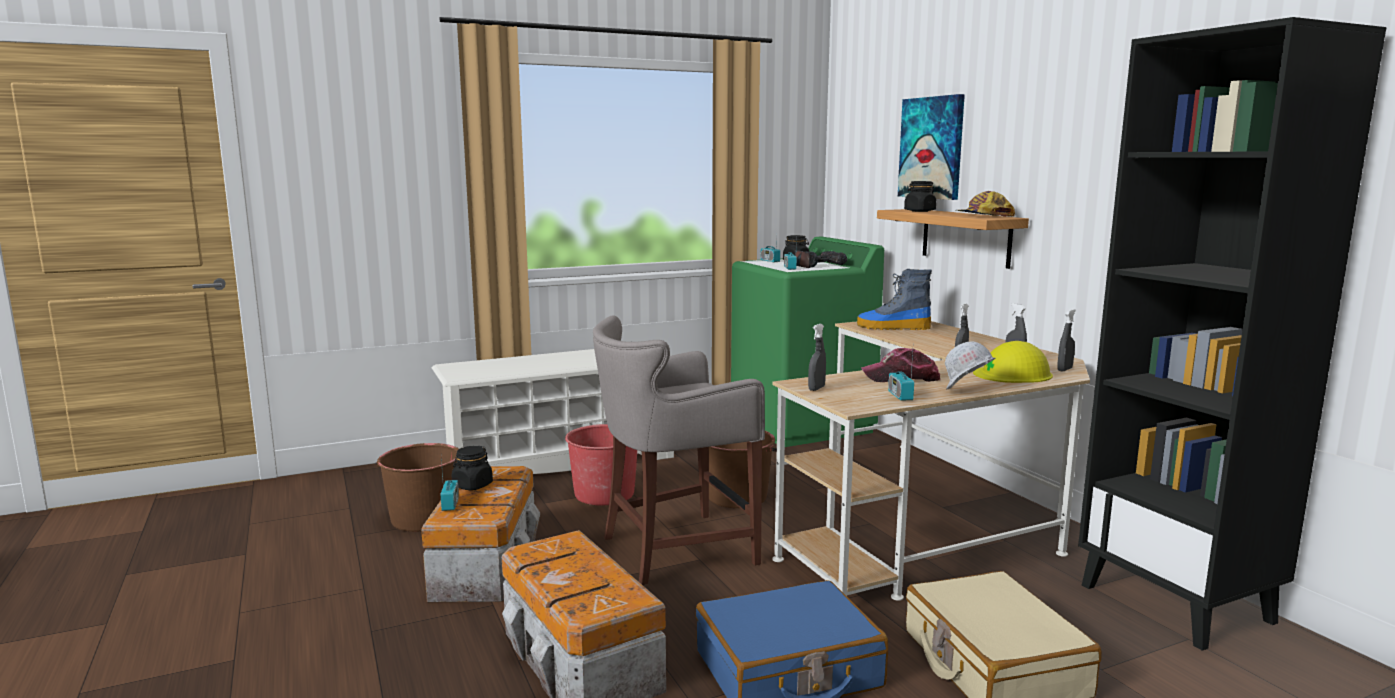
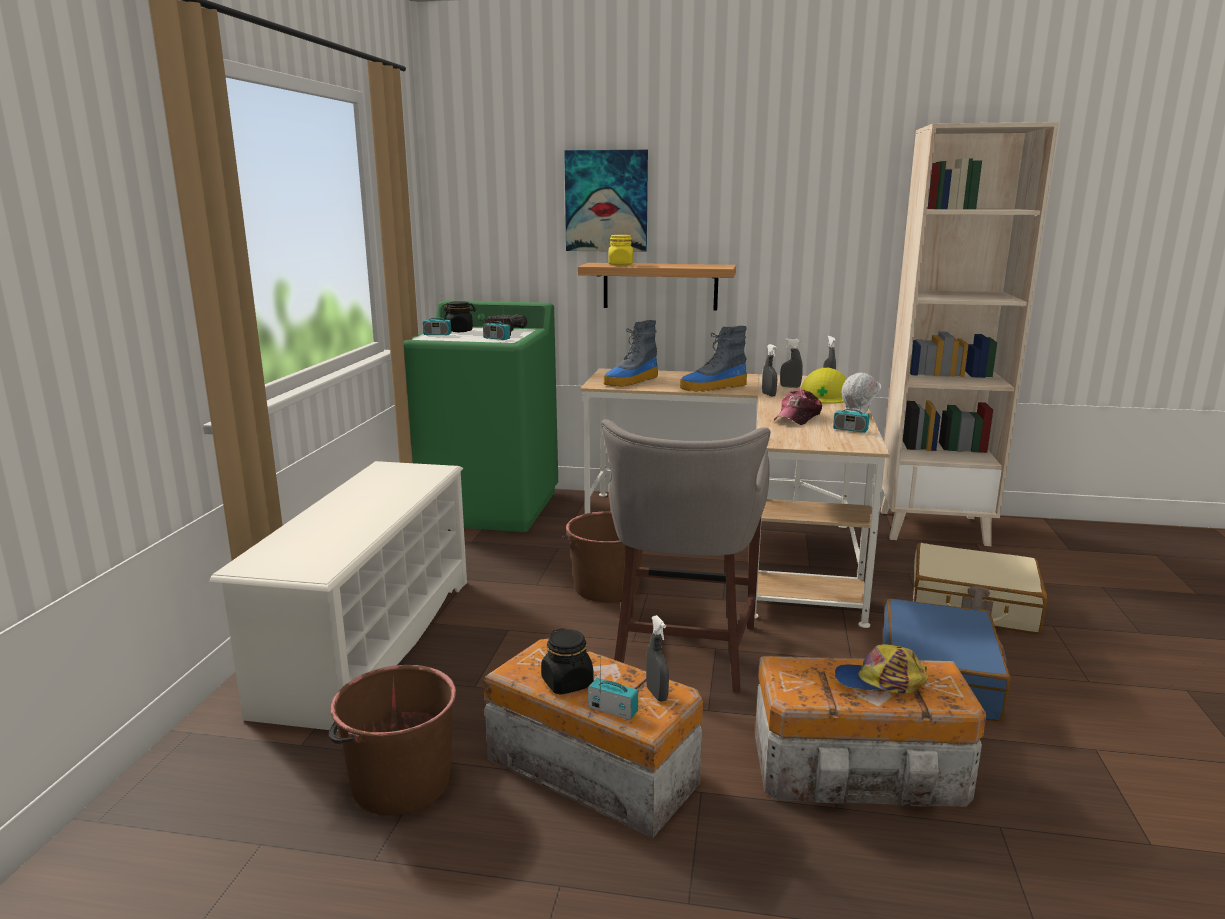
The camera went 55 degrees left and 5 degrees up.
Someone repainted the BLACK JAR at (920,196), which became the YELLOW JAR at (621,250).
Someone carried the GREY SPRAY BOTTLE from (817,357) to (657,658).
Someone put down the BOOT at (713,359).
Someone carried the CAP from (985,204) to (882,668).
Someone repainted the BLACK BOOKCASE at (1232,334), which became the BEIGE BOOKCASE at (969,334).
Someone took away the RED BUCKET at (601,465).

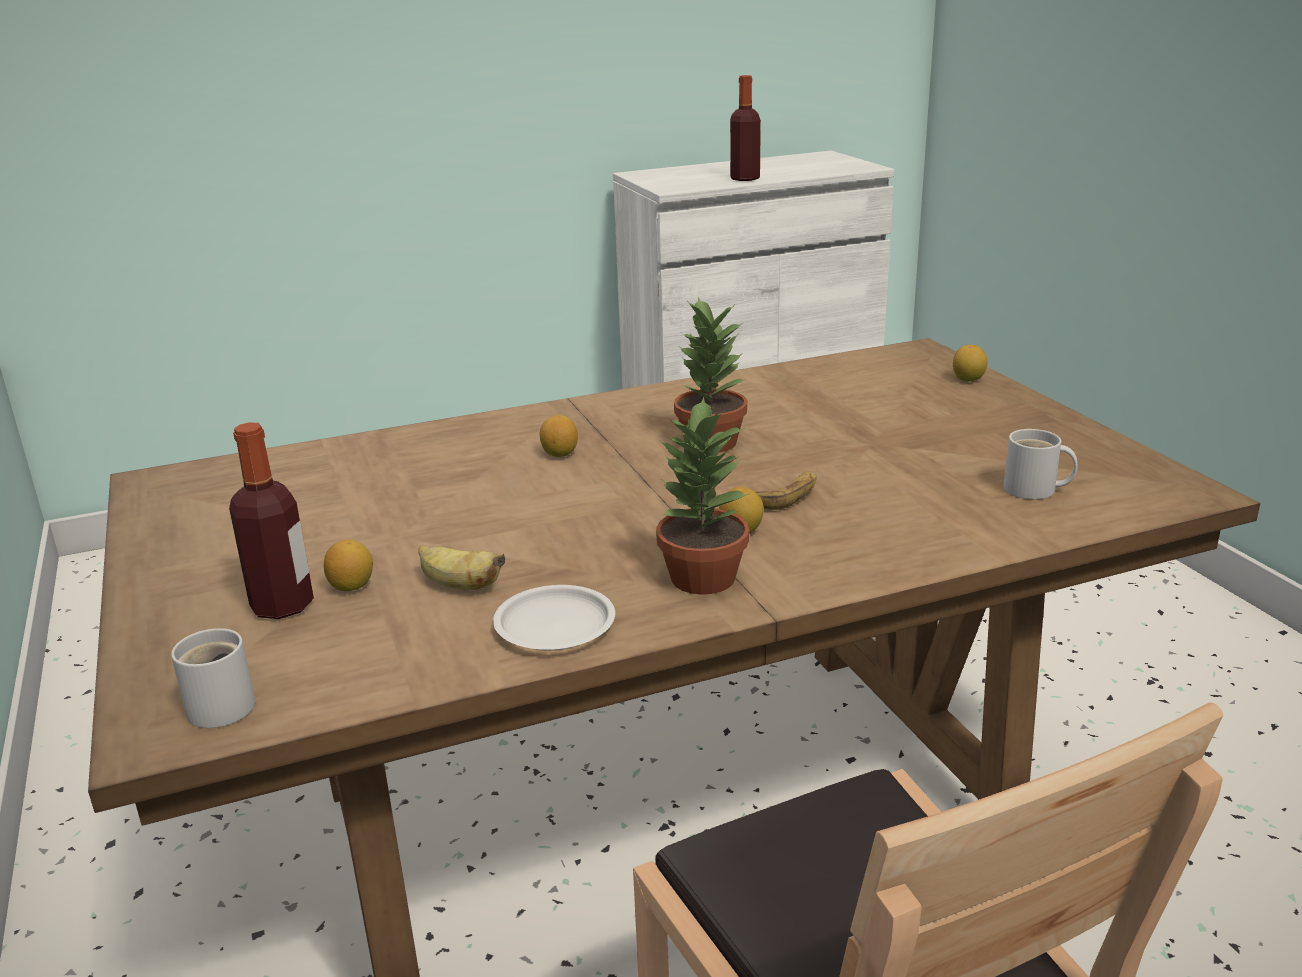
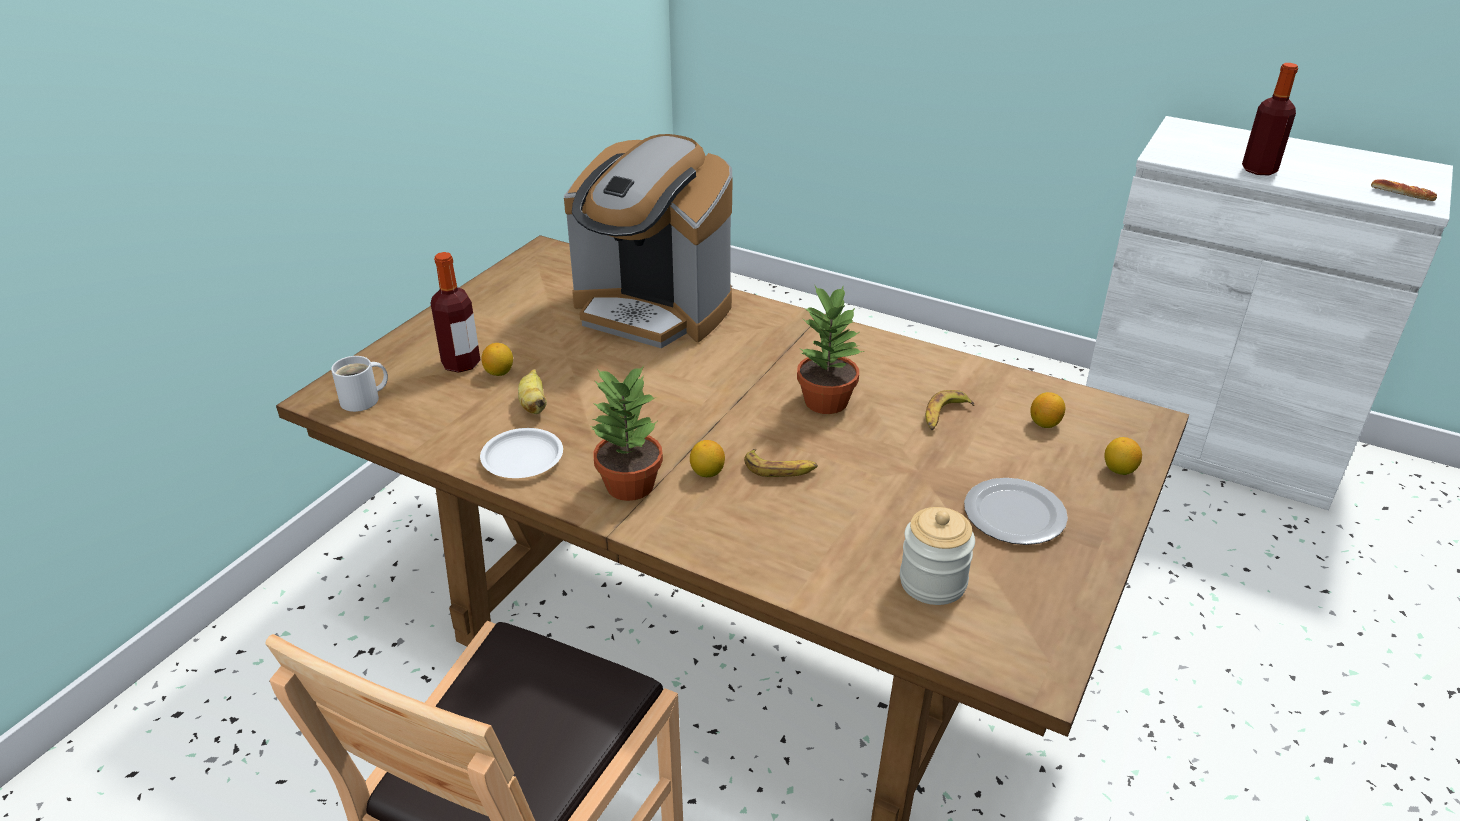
The camera went 50 degrees right and 10 degrees up.
Someone put down the COFFEE MACHINE at (648,241).
Someone swapped the WHITE MUG at (1040,464) for the JAR at (937,556).
Someone put down the BANANA at (950,410).
Someone put down the PLATE at (1016,511).
Someone carried the LEMON from (559,436) to (1047,410).
Someone put down the BREAD at (1404,190).

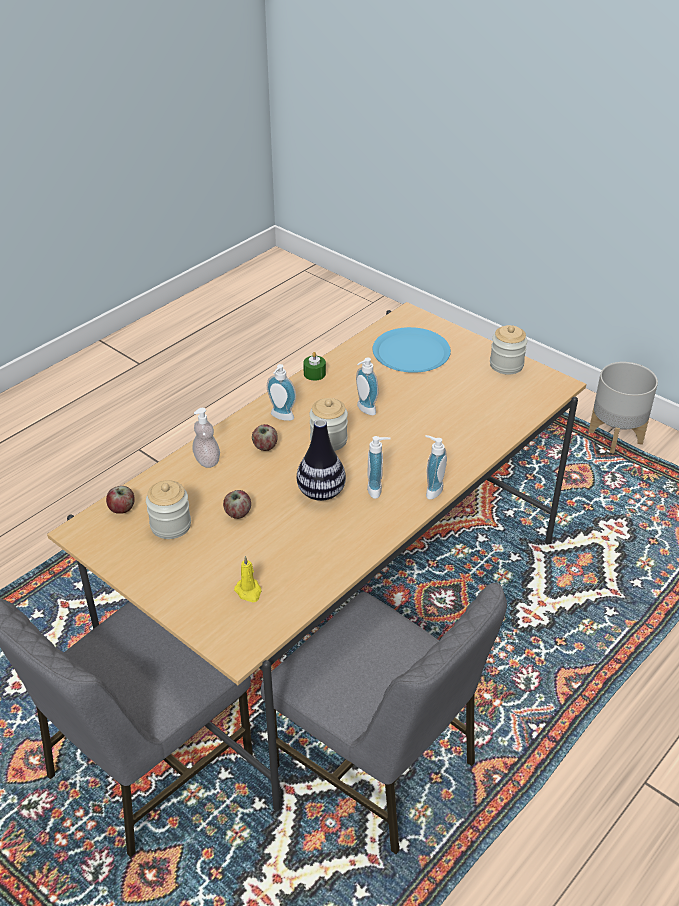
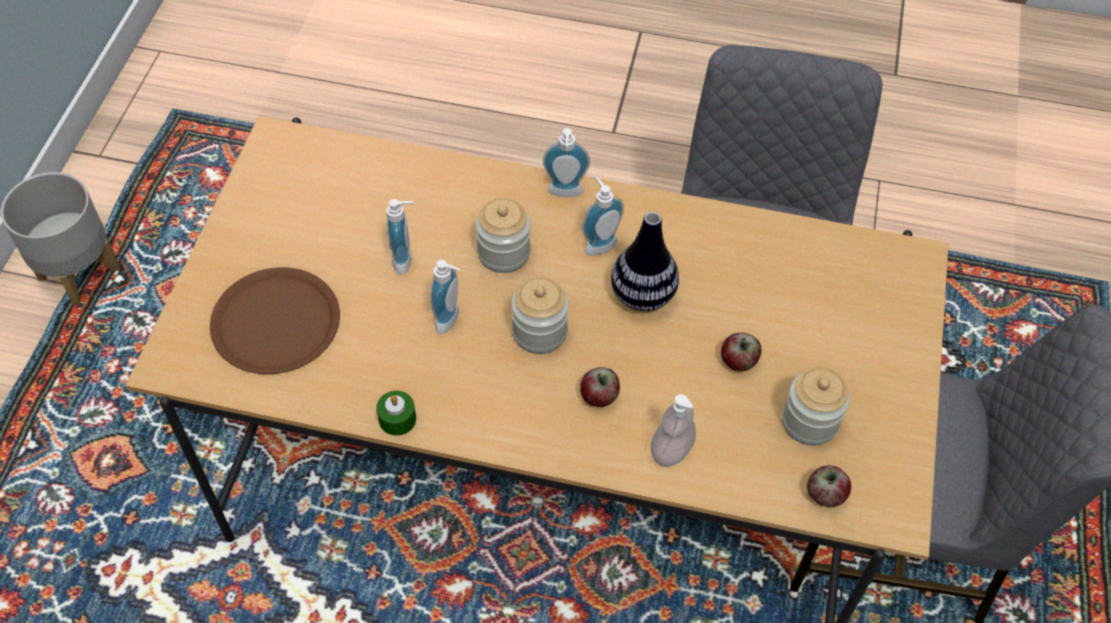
The camera went 120 degrees left and 15 degrees up.
Someone repainted the BLUE PLATE at (412,350), which became the BROWN PLATE at (275,320).
Someone carried the SOAP DISPENSER from (281,392) to (400,237).
Someone carried the JAR from (508,349) to (503,235).
Someone took away the YELLOW CANDLE at (248,579).

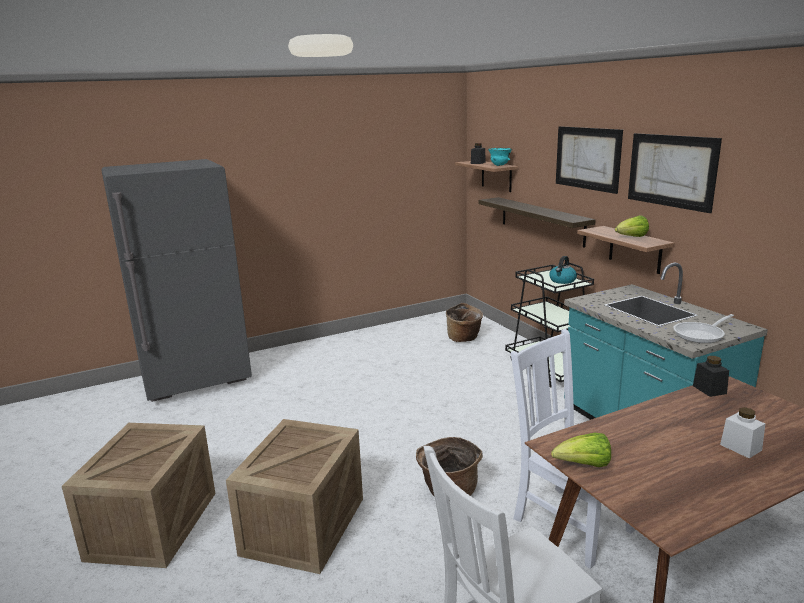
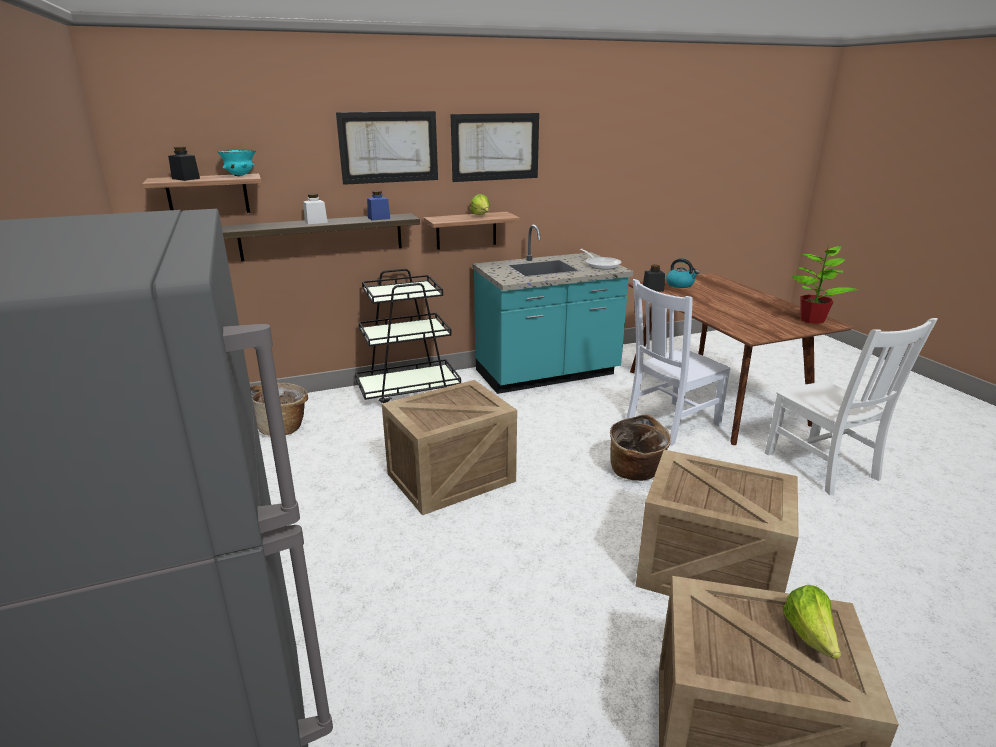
The camera went 85 degrees left and 5 degrees up.
Someone carried the WHITE JAR from (742,432) to (315,208).
Someone put down the BLUE JAR at (378,206).
Someone put down the CRATE at (449,447).
Someone carried the KETTLE from (563,270) to (682,273).
Someone carried the LETTUCE from (581,450) to (812,622).
Someone put down the POTTED PLANT at (825,284).

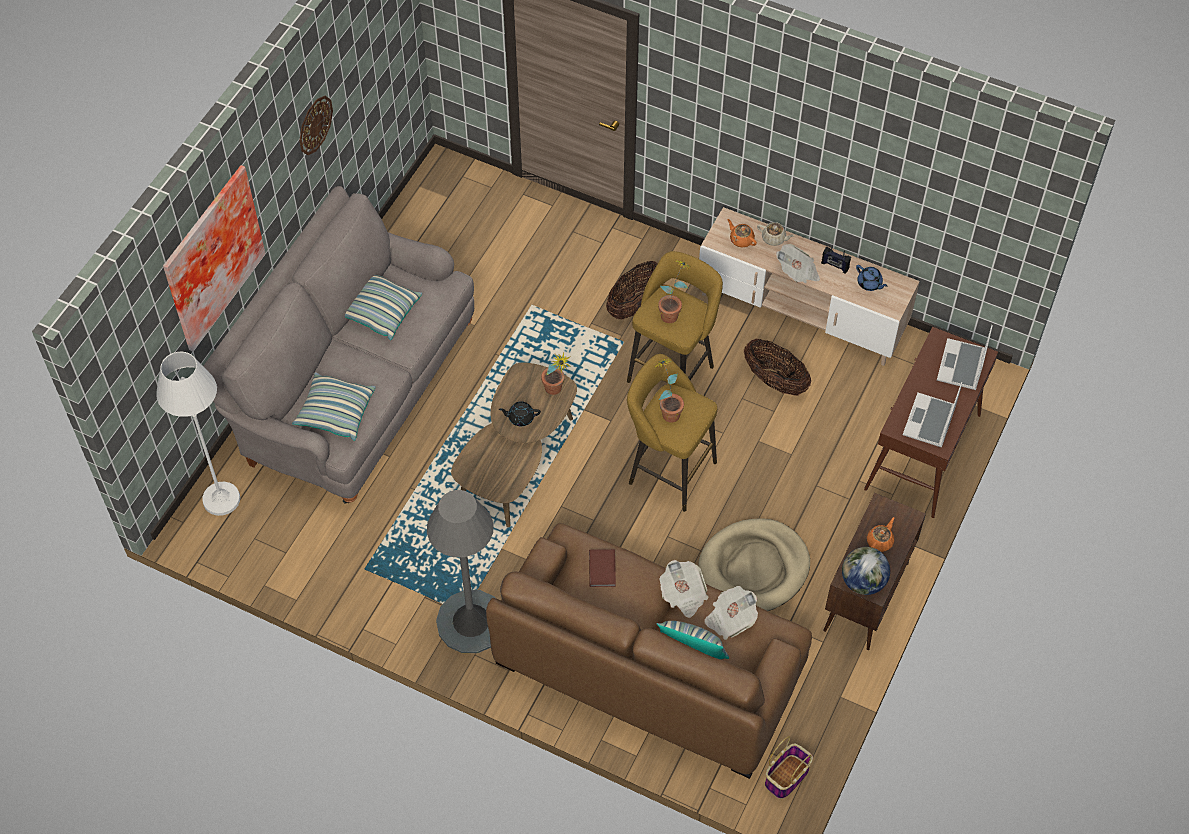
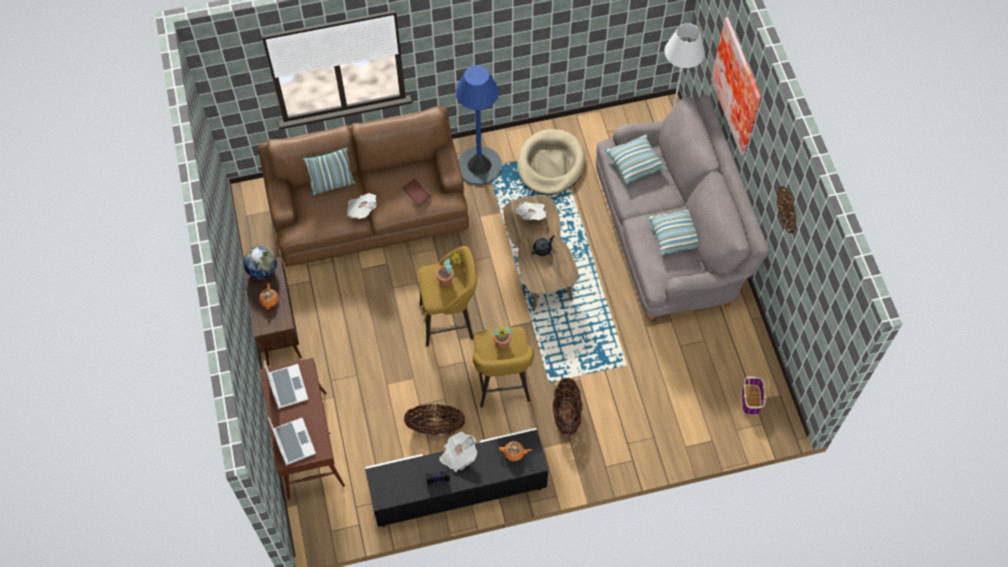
The camera went 140 degrees right and 5 degrees up.
Someone repainted the BEIGE TV STAND at (809,286), which became the BLACK TV STAND at (456,477).
Someone repainted the GREY FLOOR LAMP at (461,571), which became the BLUE FLOOR LAMP at (479,125).
Someone carried the NEWSPAPER from (731,613) to (531,211).
Someone carried the BEIGE DOG BED from (754,564) to (551,162).
Someone carried the BASKET from (789,767) to (755,395).
Someone took away the POTTED PLANT at (556,374).
Someone took away the BEIGE TEAPOT at (775,234).
Someone took away the BLUE TEAPOT at (872,278).

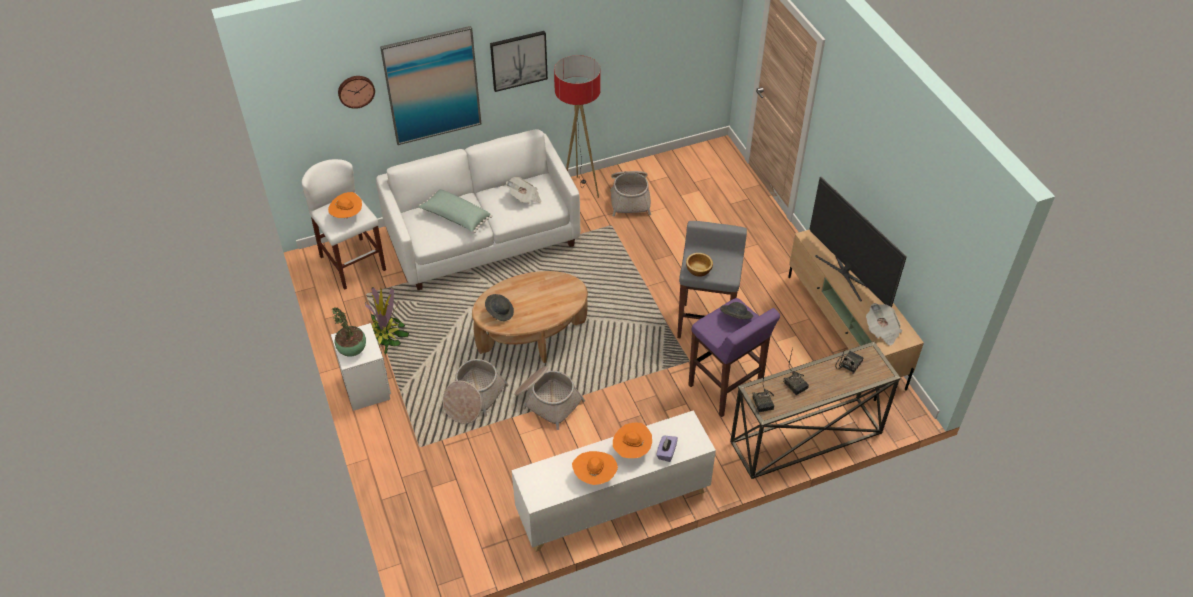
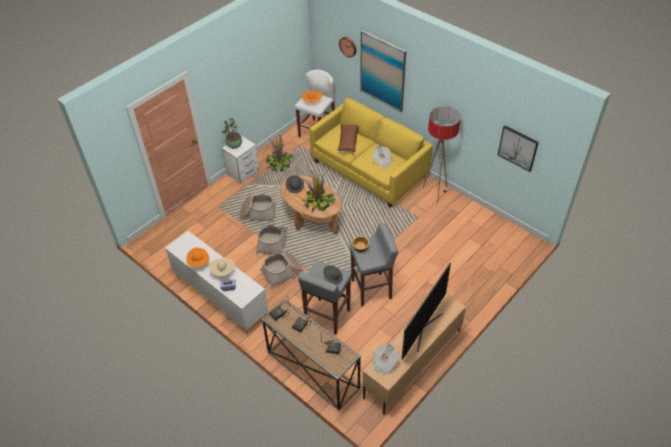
The camera went 65 degrees right and 0 degrees up.
Someone repainted the ORANGE HAT at (632,440), which became the BEIGE HAT at (221,267).
Someone carried the BASKET from (630,193) to (281,270).
Someone repainted the PURPLE STOOL at (734,357), which became the GREY STOOL at (324,298).
Someone put down the POTTED PLANT at (319,191).
Someone repainted the WHITE SOFA at (478,210), which became the YELLOW SOFA at (371,153).
Someone repainted the GREEN PILLOW at (455,211), which became the BROWN PILLOW at (348,139).
Someone carried the PICTURE from (519,61) to (518,149).

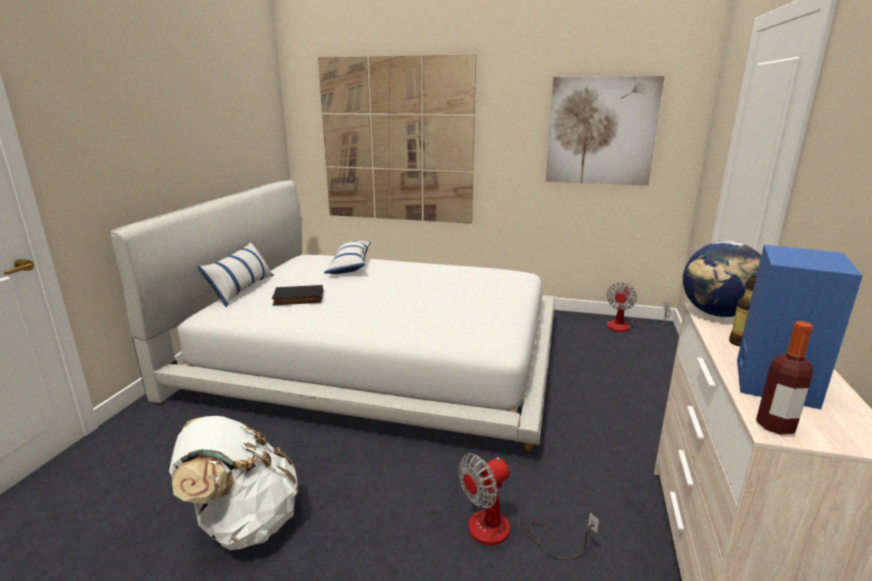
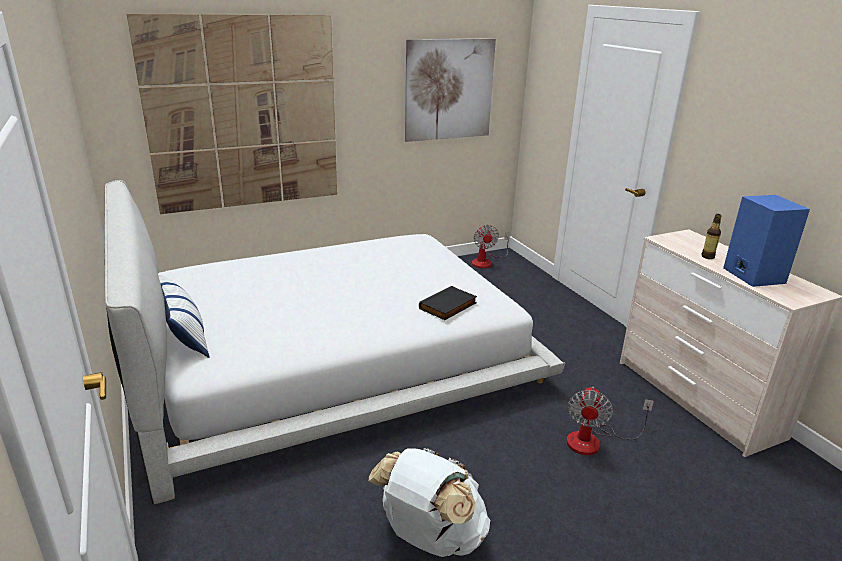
The camera went 40 degrees left and 5 degrees up.
Someone carried the BLACK BOOK from (297,295) to (448,303).
Someone took away the PILLOW at (347,257).
Someone took away the GLOBE at (722,279).
Someone took away the BOTTLE at (785,378).

